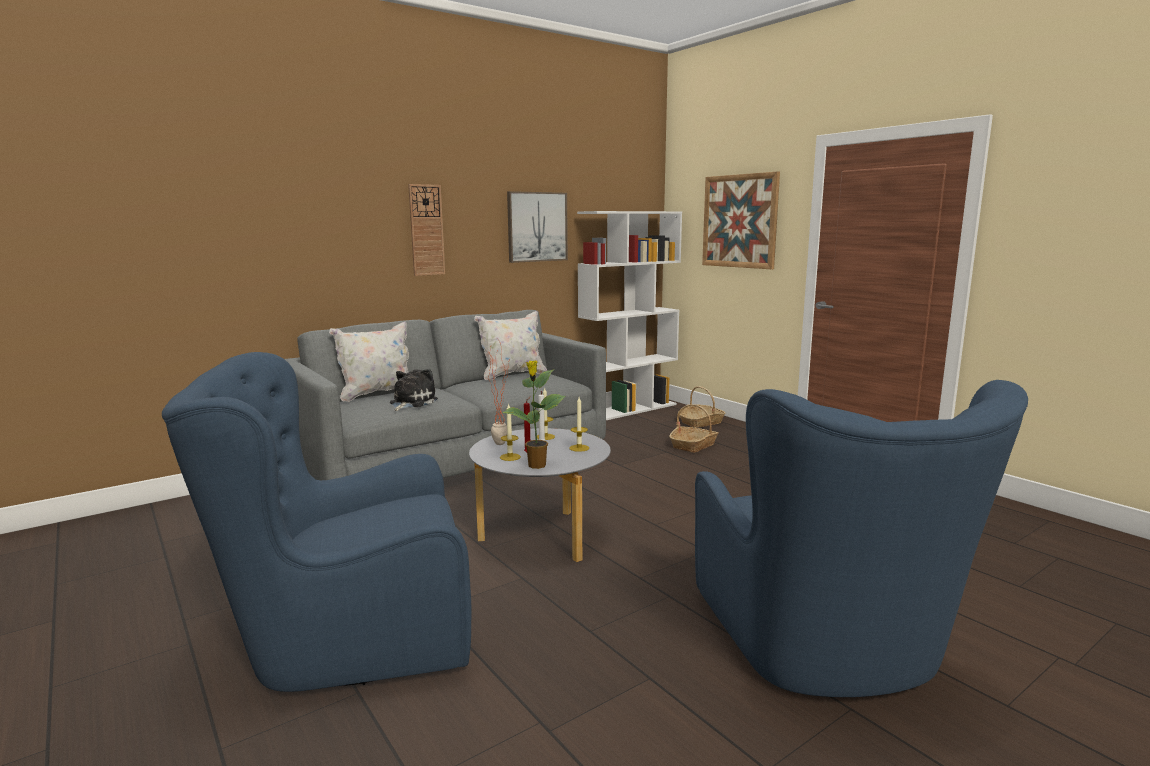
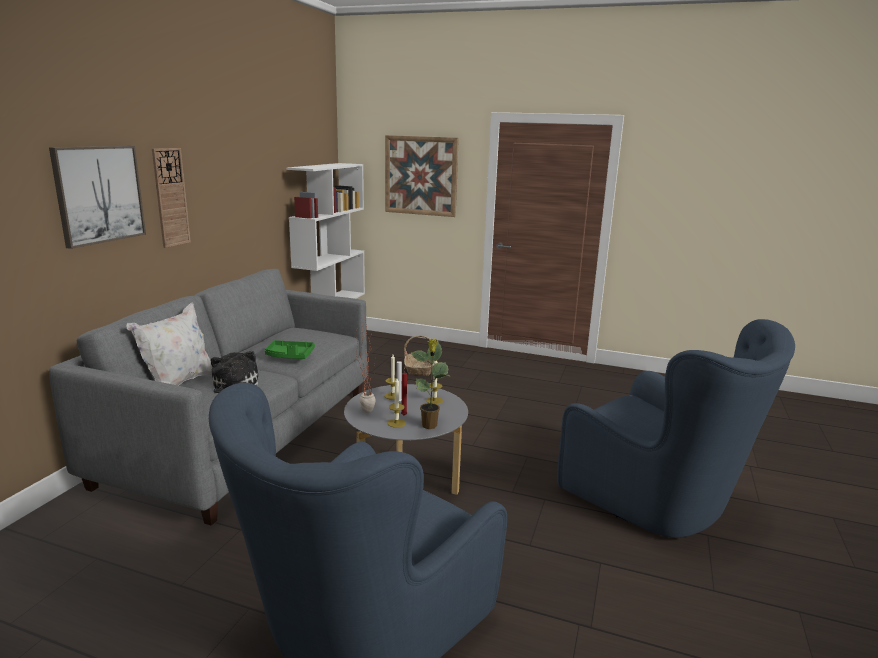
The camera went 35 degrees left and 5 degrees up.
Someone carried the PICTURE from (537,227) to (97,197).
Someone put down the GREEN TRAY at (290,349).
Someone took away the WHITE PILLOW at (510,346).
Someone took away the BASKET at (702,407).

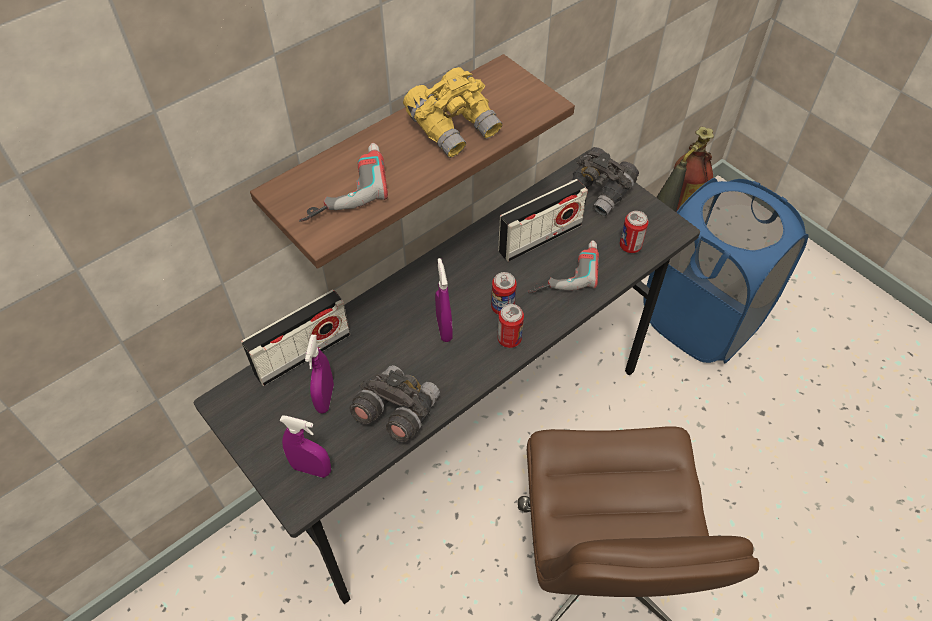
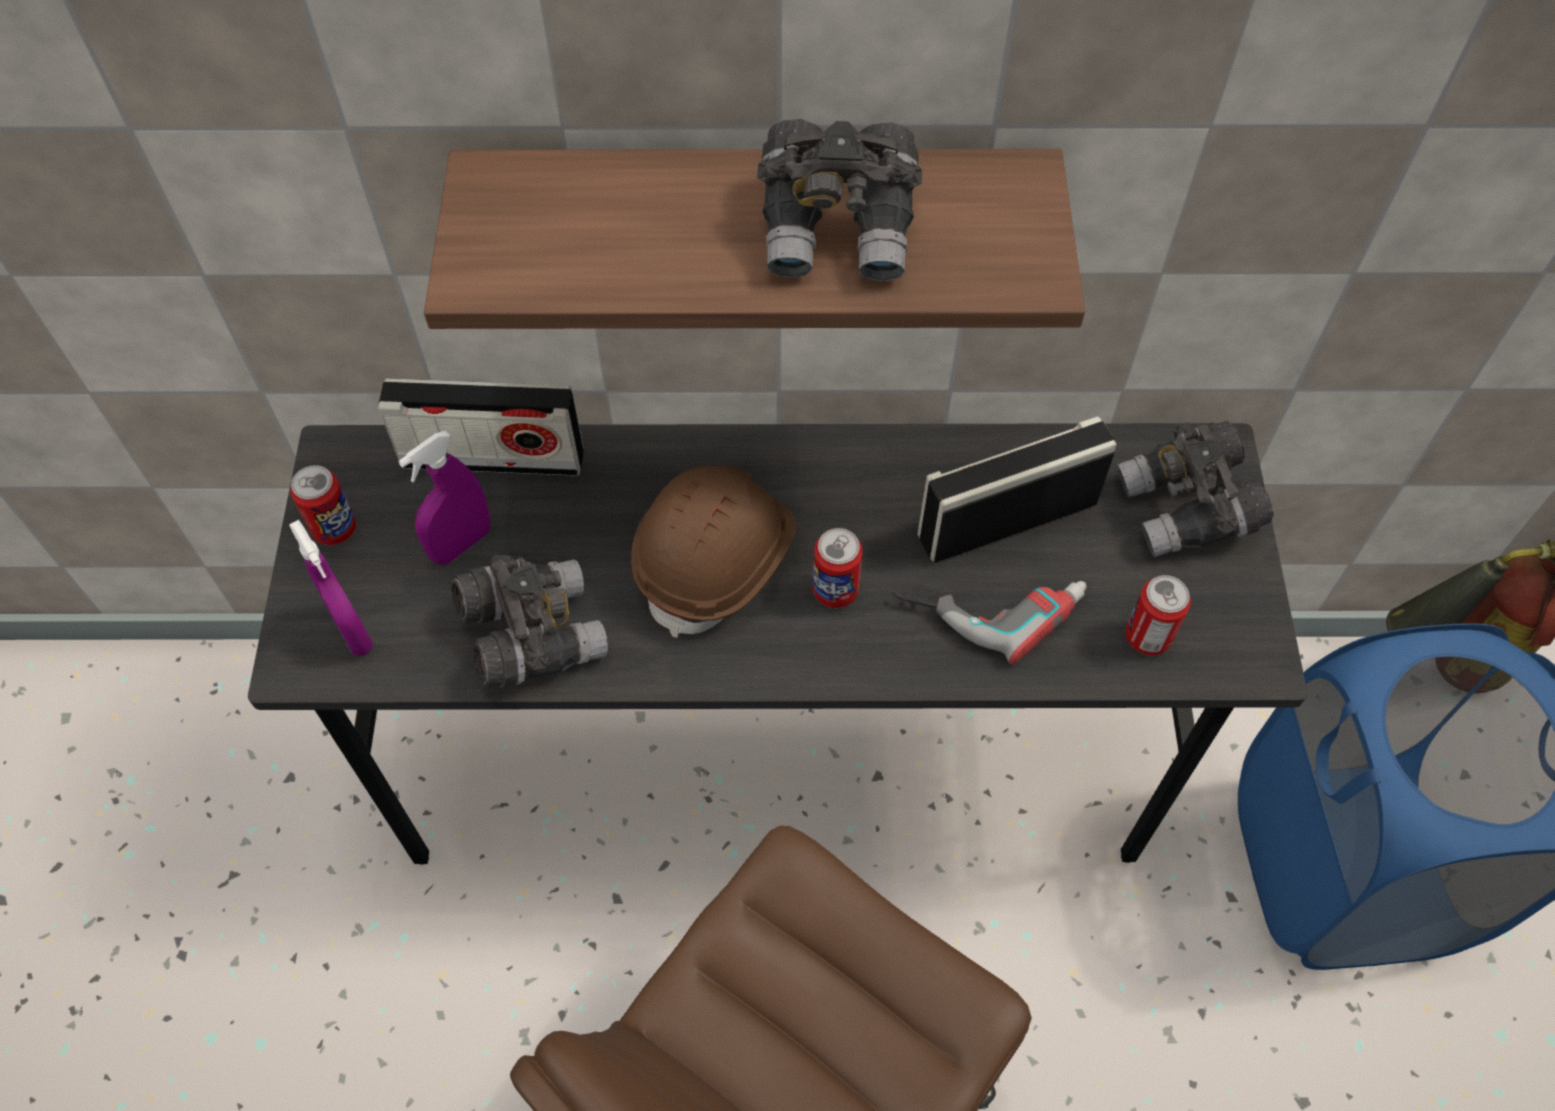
The camera went 40 degrees right and 5 degrees up.
Someone carried the CAN from (510,326) to (323,505).
Someone swapped the PURPLE SPRAY BOTTLE at (444,300) for the BROWN HARD HAT at (713,551).
Someone repainted the YELLOW BINOCULARS at (452,112), which became the GREY BINOCULARS at (839,200).
Someone rotated the RADIO at (543,220) by 150 degrees clockwise.
Someone took away the POWER DRILL at (343,182).

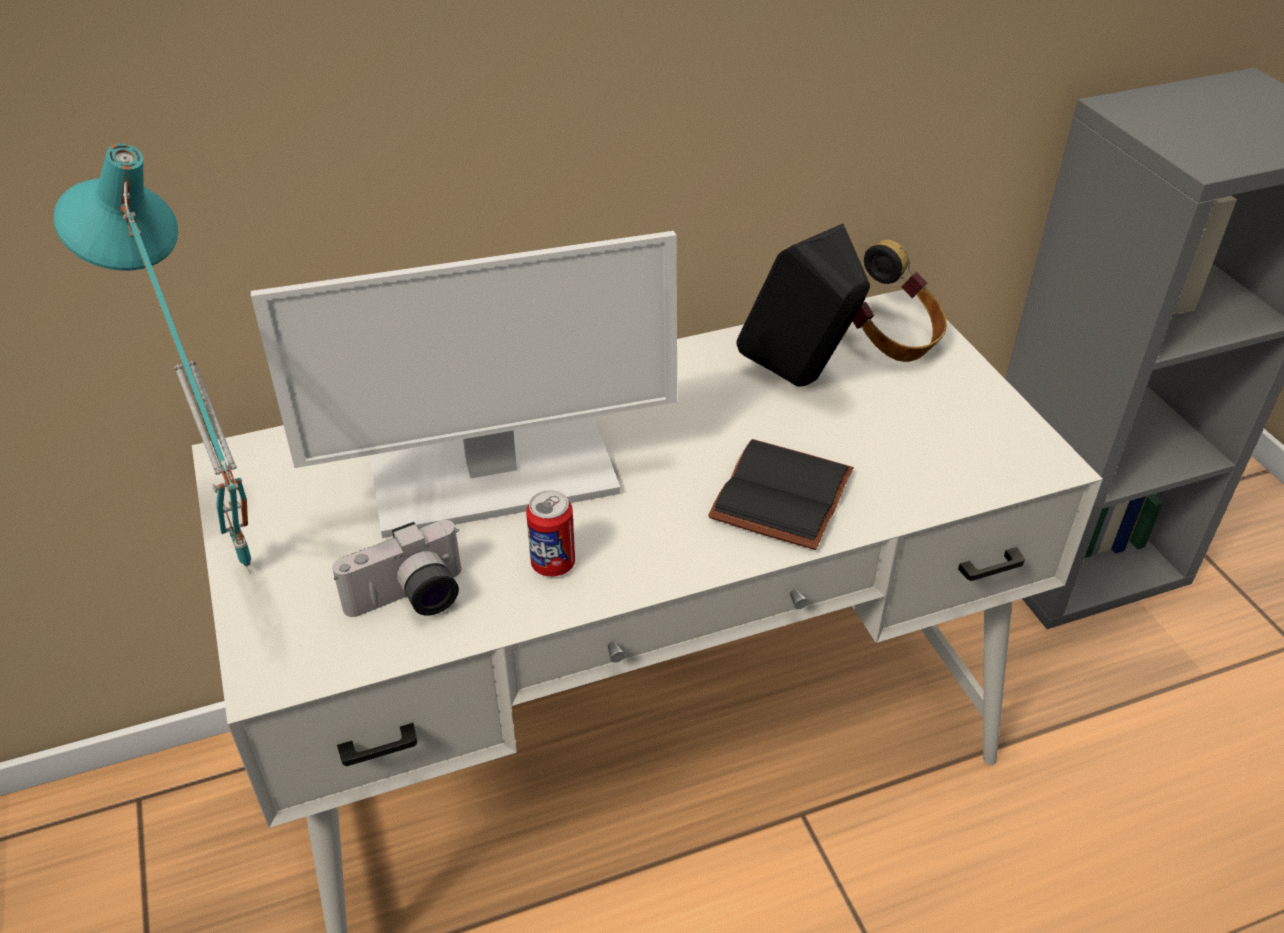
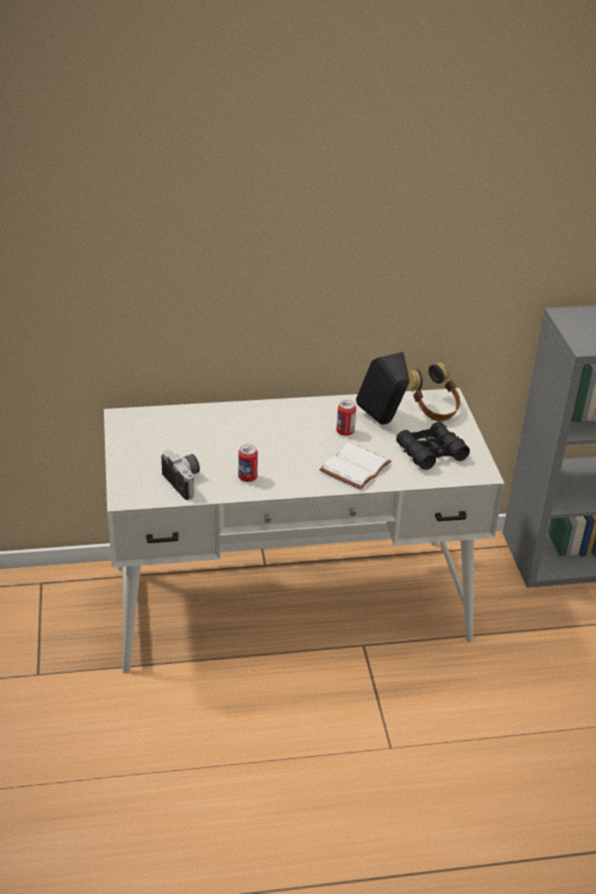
The camera went 10 degrees right and 5 degrees down.
Someone rotated the PHOTO CAMERA at (396,568) by 105 degrees counterclockwise.
Someone repainted the BLACK BOOK at (781,494), which became the WHITE BOOK at (355,466).
Someone put down the CAN at (346,418).
Someone put down the BLACK BINOCULARS at (433,446).
Someone took away the TURQUOISE TABLE LAMP at (152,358).
Someone took away the MONITOR at (464,384).

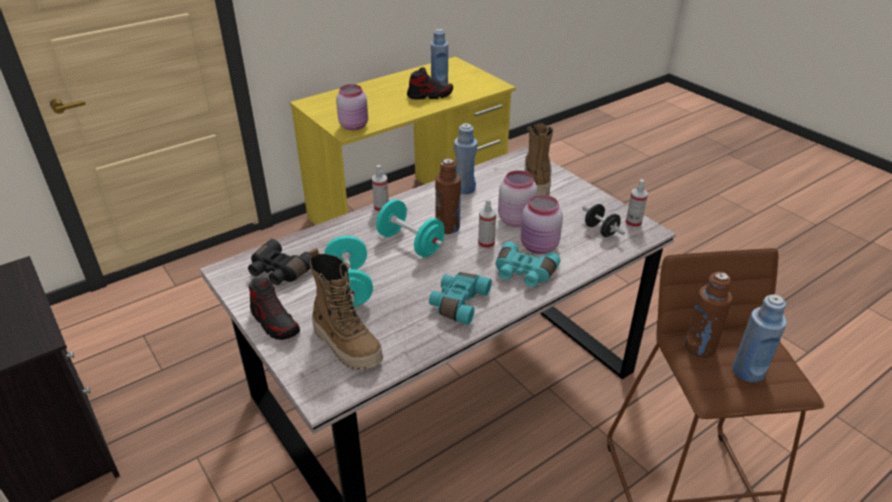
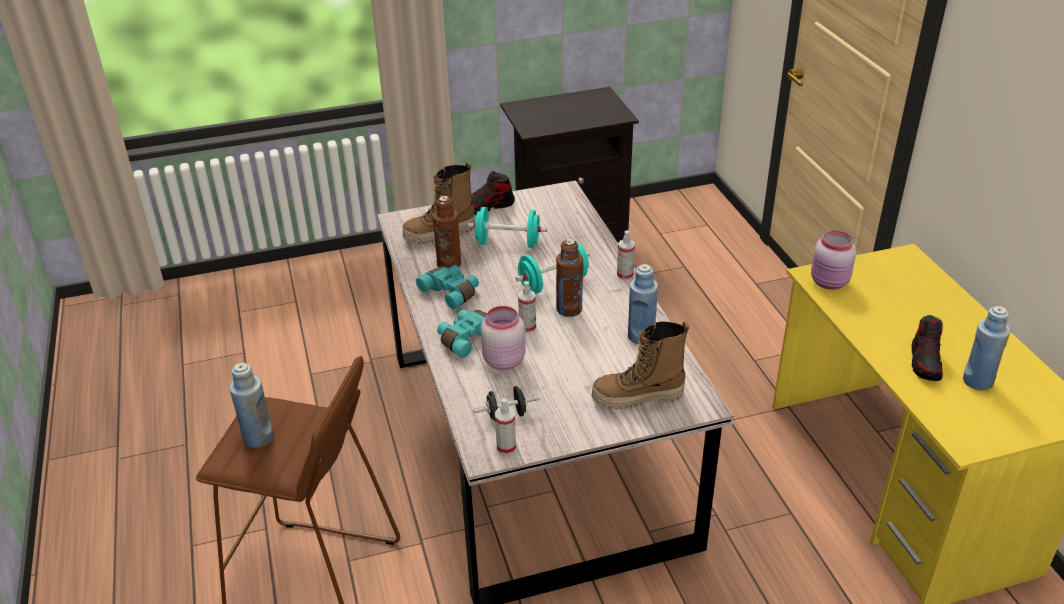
The camera went 110 degrees right and 0 degrees up.
Someone carried the BROWN BOTTLE from (708,315) to (447,232).
Someone rotated the BOOT at (539,159) by 150 degrees clockwise.
Someone took away the BLACK BINOCULARS at (279,262).
Someone took away the PINK JAR at (518,198).

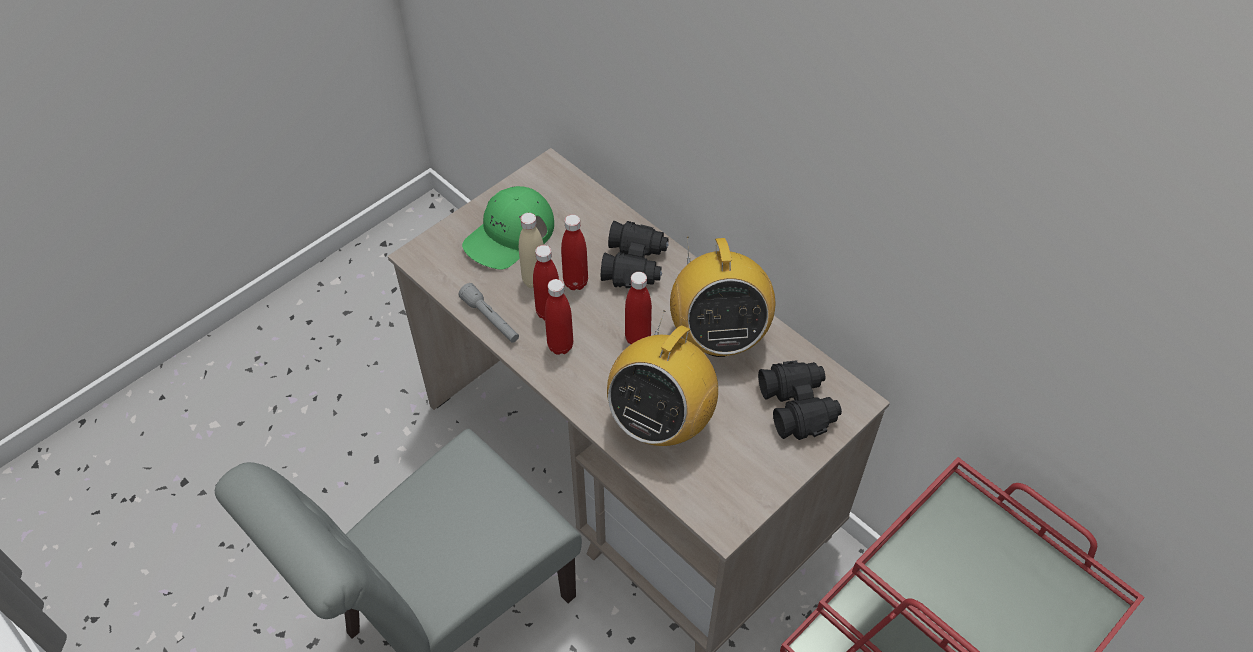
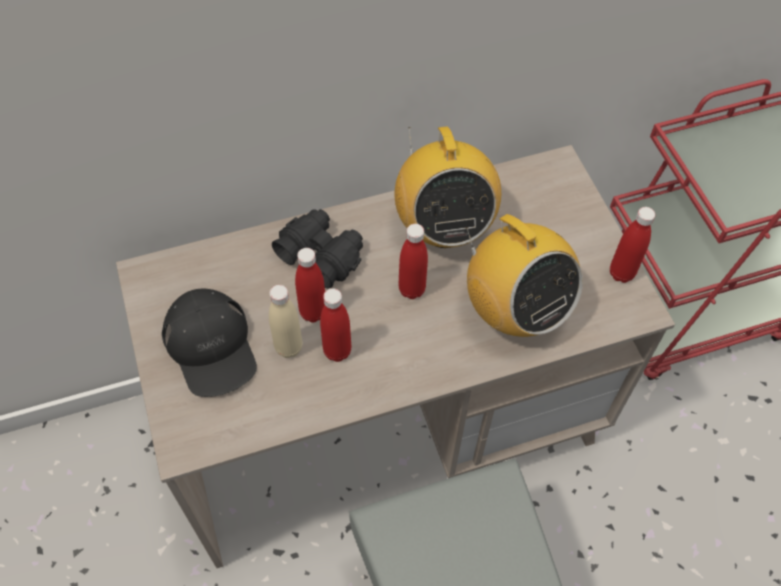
The camera went 65 degrees left and 5 degrees up.
Someone repainted the GREEN CAP at (508,228), which became the BLACK CAP at (209,343).
Someone rotated the RADIO at (722,297) by 60 degrees clockwise.
Someone carried the RED BOTTLE from (559,317) to (632,245).
Someone took away the GREY FLASHLIGHT at (488,313).
Someone took away the BLACK BINOCULARS at (800,400).

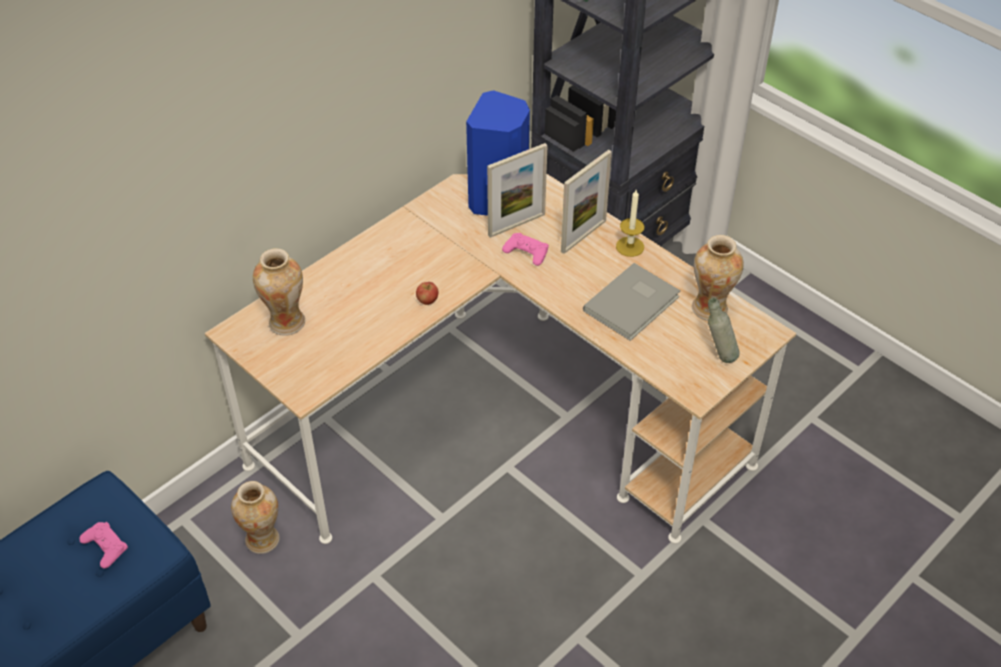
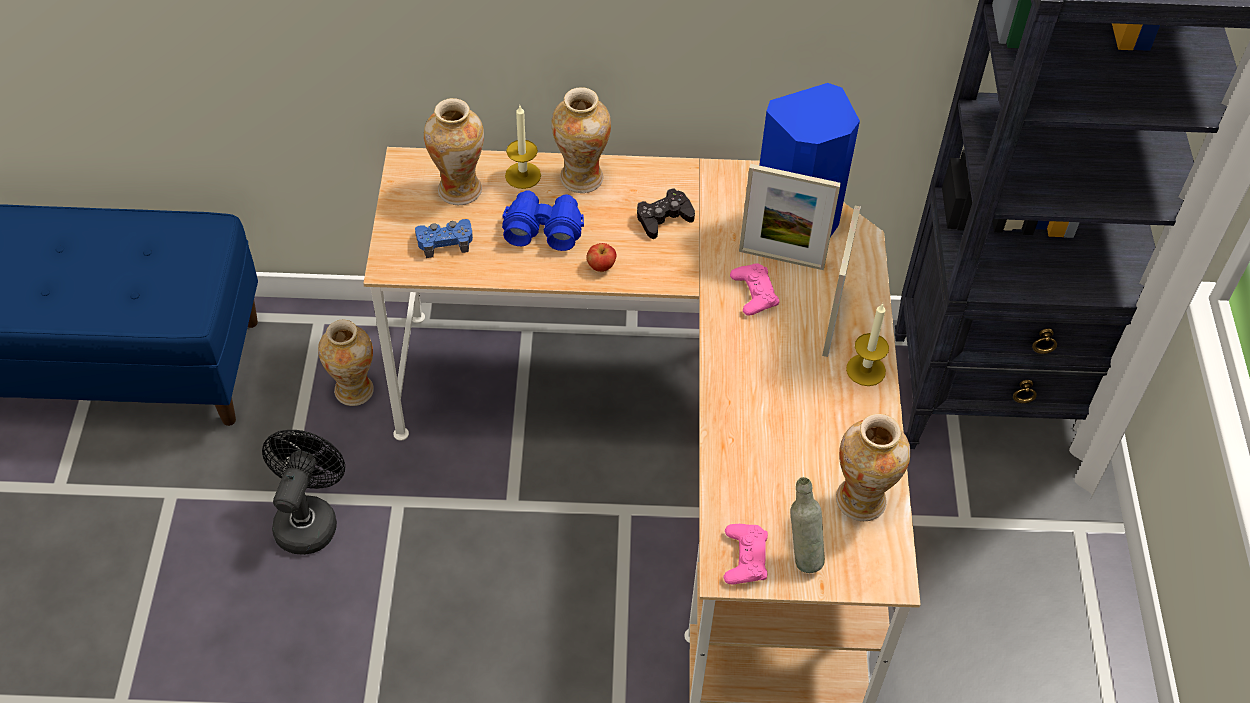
The camera went 45 degrees right and 5 degrees up.
Someone put down the BLACK FAN at (303,492).
Someone put down the BLUE GAME CONTROLLER at (444,238).
Someone put down the BLUE BINOCULARS at (543,221).
Someone put down the CANDLE at (523,147).
Someone put down the VASE at (581,140).
Someone put down the BLACK GAME CONTROLLER at (666,213).
Someone carried the PINK GAME CONTROLLER from (103,545) to (745,554).
Someone rotated the PICTURE FRAME at (586,202) by 75 degrees counterclockwise.
Someone took away the GREY BOOK at (632,302).

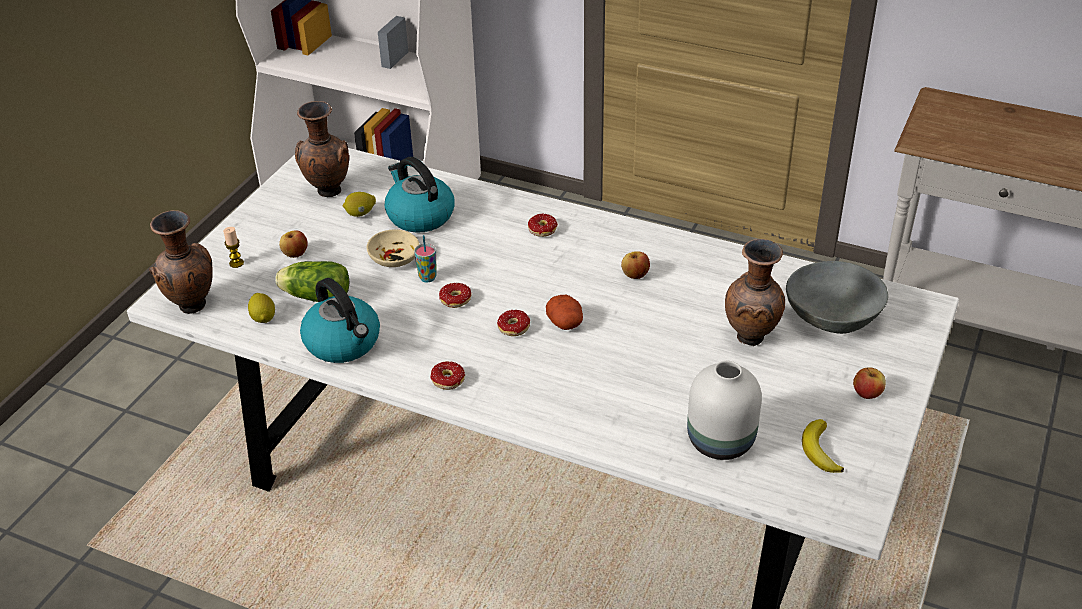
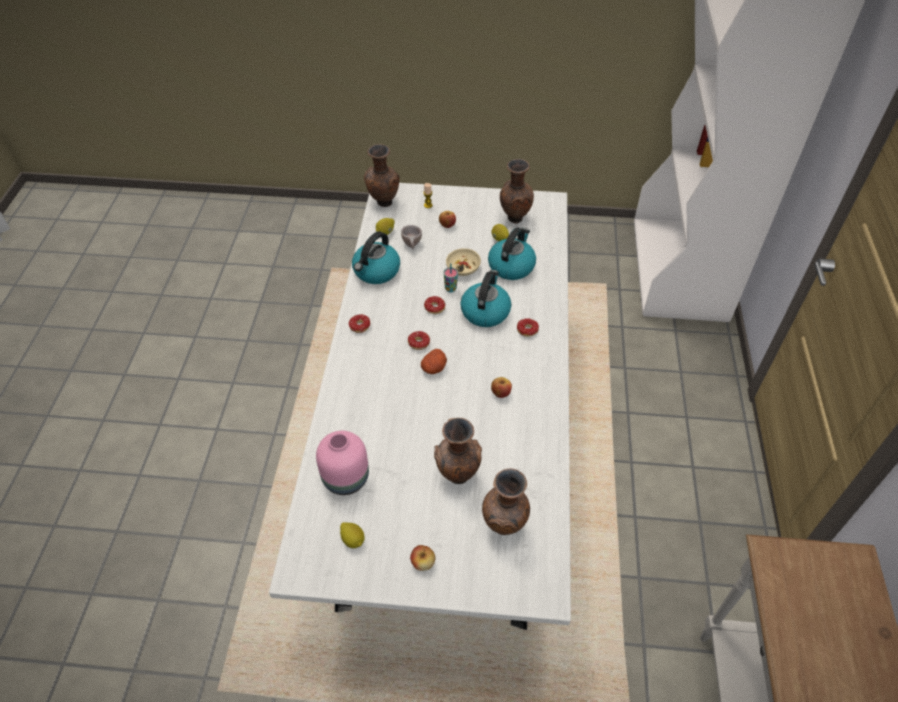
The camera went 70 degrees right and 10 degrees up.
Someone repainted the WHITE VASE at (724,410), which became the PINK VASE at (342,463).
Someone swapped the BANANA at (823,446) for the LEMON at (352,535).
Someone swapped the LETTUCE at (312,281) for the BEIGE CUP at (411,237).
Someone put down the KETTLE at (485,298).
Someone swapped the GREY BOWL at (837,297) for the BROWN VASE at (506,501).

